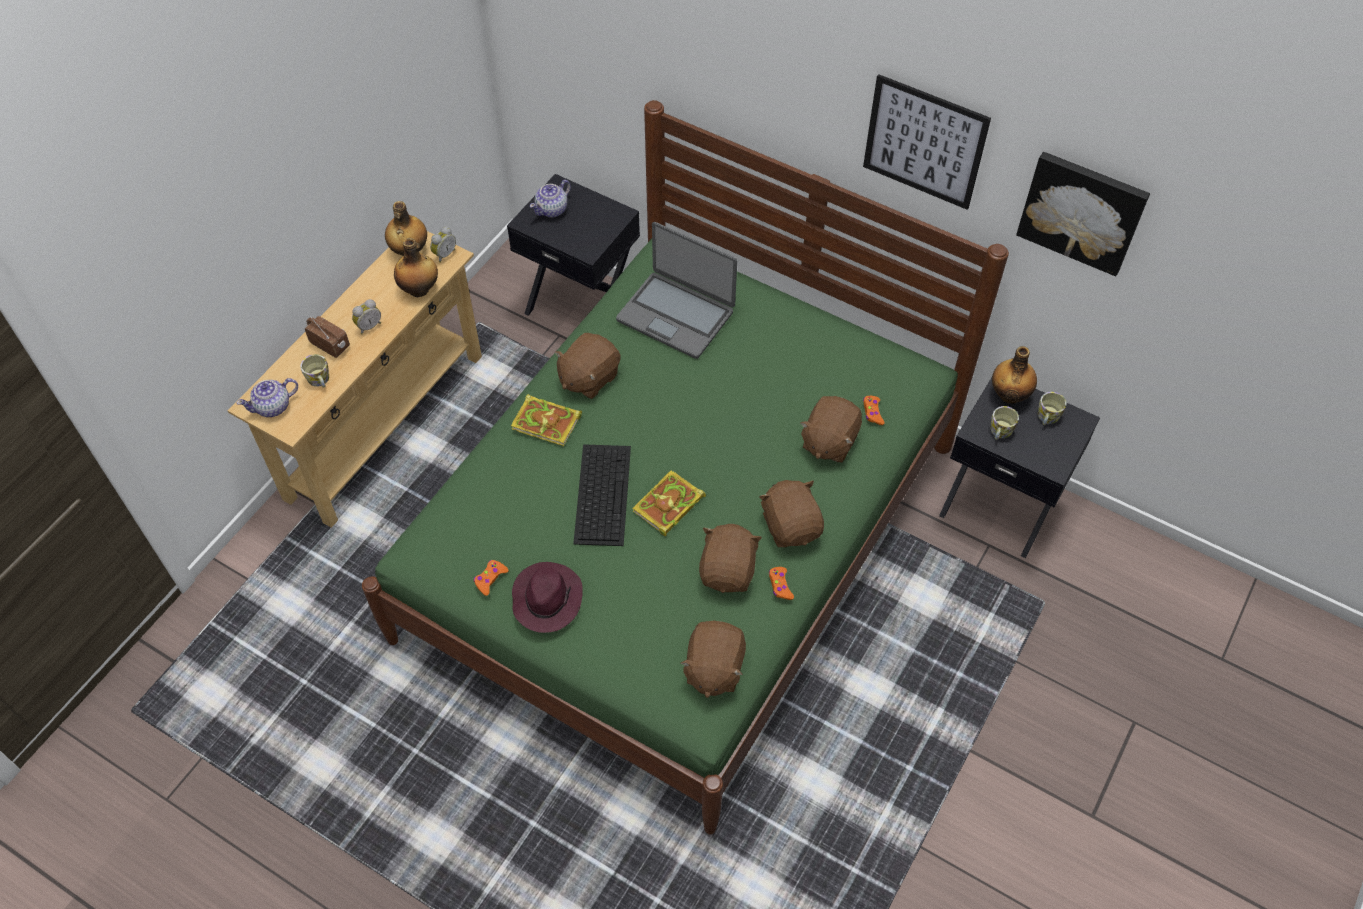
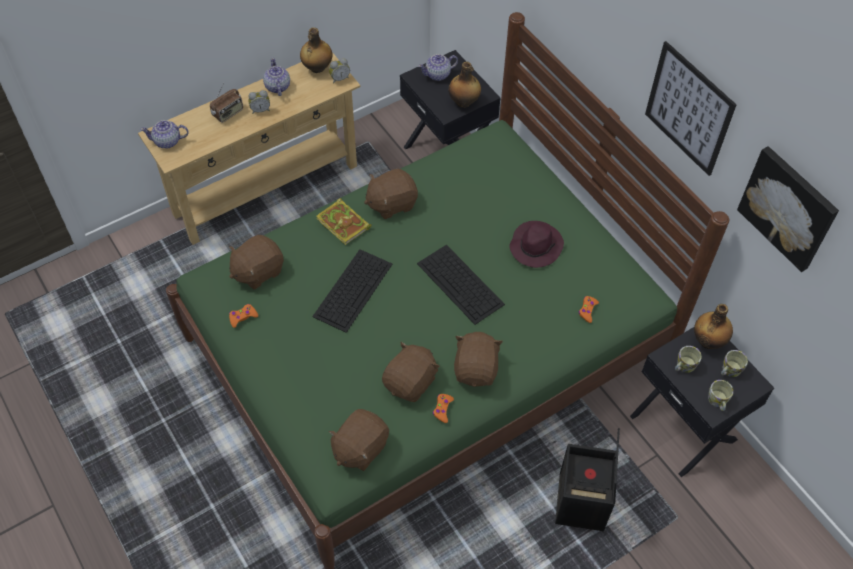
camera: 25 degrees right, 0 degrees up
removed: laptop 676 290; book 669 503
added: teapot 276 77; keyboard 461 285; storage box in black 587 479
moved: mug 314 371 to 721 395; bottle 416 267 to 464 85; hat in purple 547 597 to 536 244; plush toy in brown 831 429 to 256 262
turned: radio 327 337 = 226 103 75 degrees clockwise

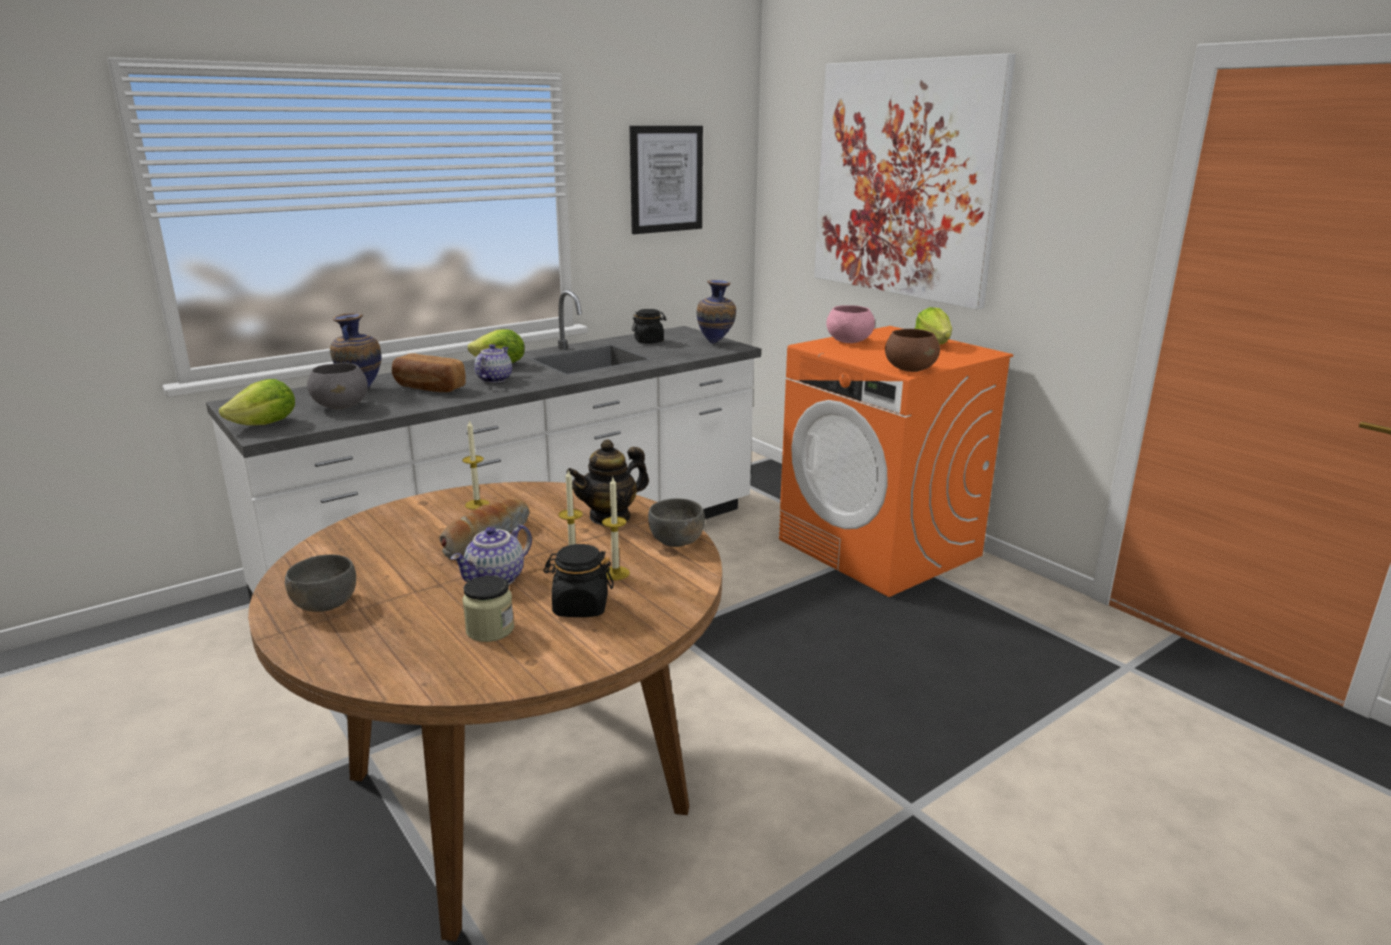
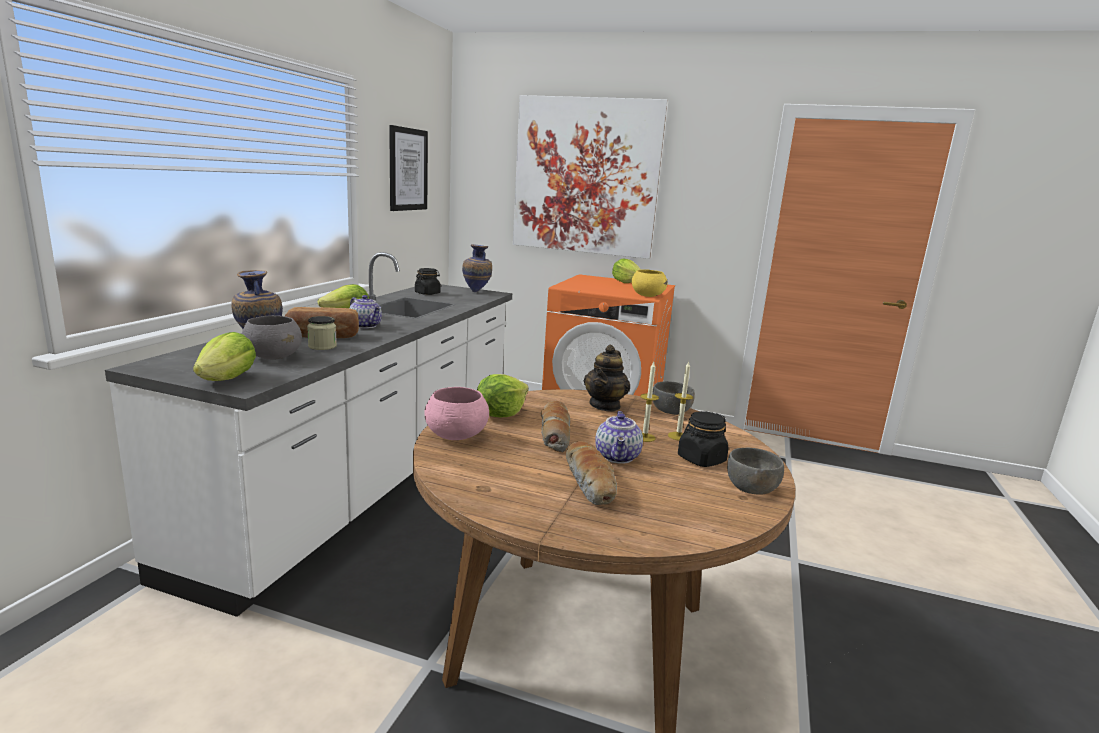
camera: 35 degrees left, 5 degrees down
added: bread 591 473
moved: bowl in grey 320 583 to 755 471; jar 488 609 to 322 333; bowl in pink 850 324 to 456 413
replaced: candle 476 465 to lettuce 503 395
recoloured: bowl in brown 912 350 to bowl in yellow 649 283
turned: teapot 493 363 = 366 312 150 degrees clockwise

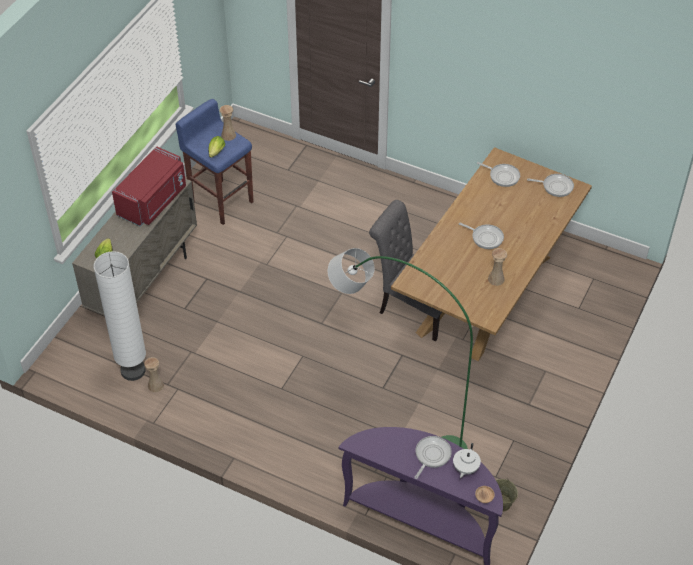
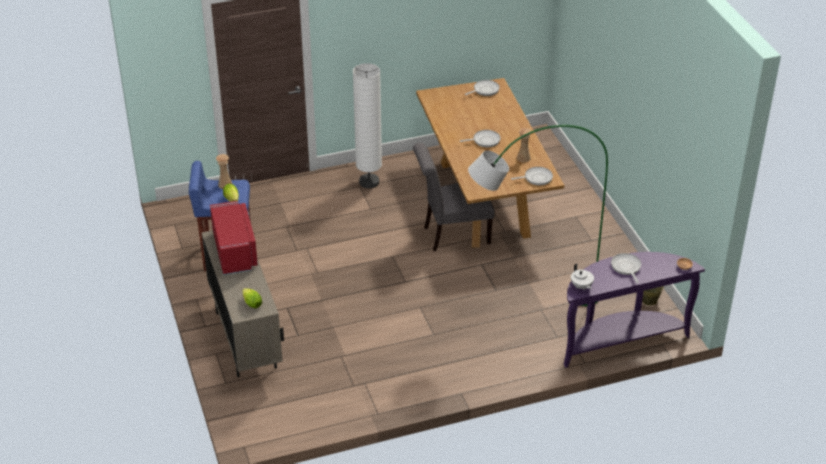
camera: 45 degrees left, 10 degrees down
removed: vase in beige 154 374
moved: floor lamp in white 120 316 to 367 125; teapot in white 467 460 to 582 277; frying pan 498 174 to 532 176

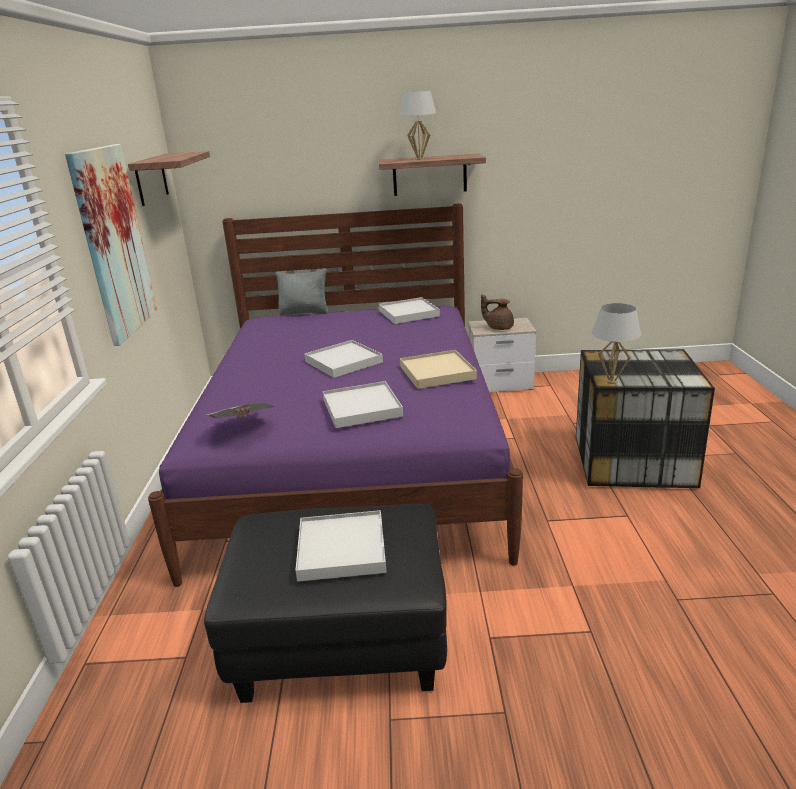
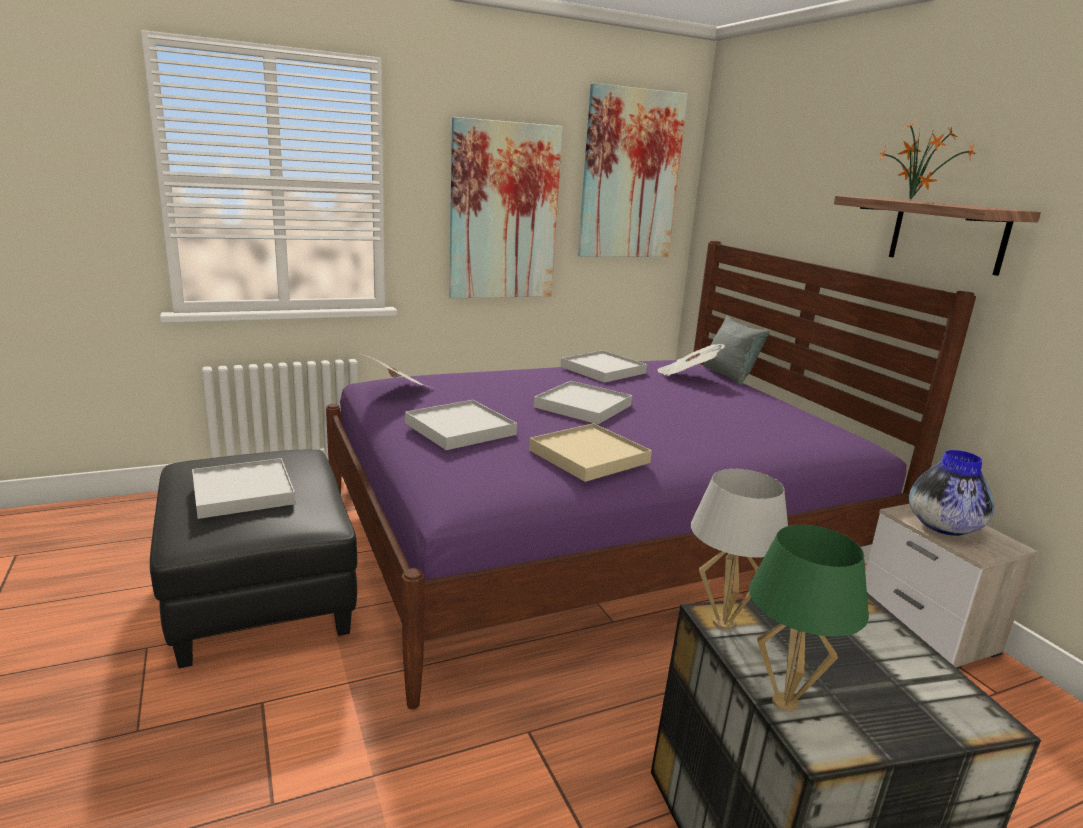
camera: 65 degrees right, 5 degrees down
added: newspaper 691 360; table lamp in green 809 618
moved: tray in white 409 310 to 603 366
replaced: shelf 169 178 to picture 633 170; table lamp in white 418 125 to potted plant 926 160; teapot in brown 497 312 to vase 951 493

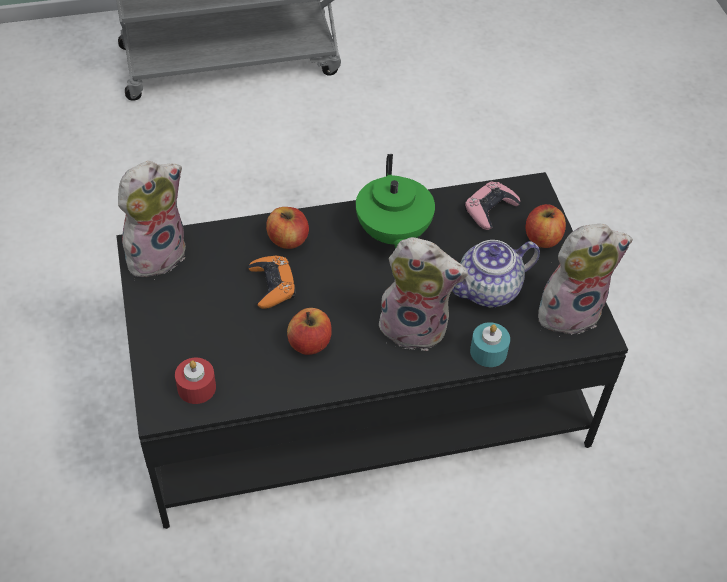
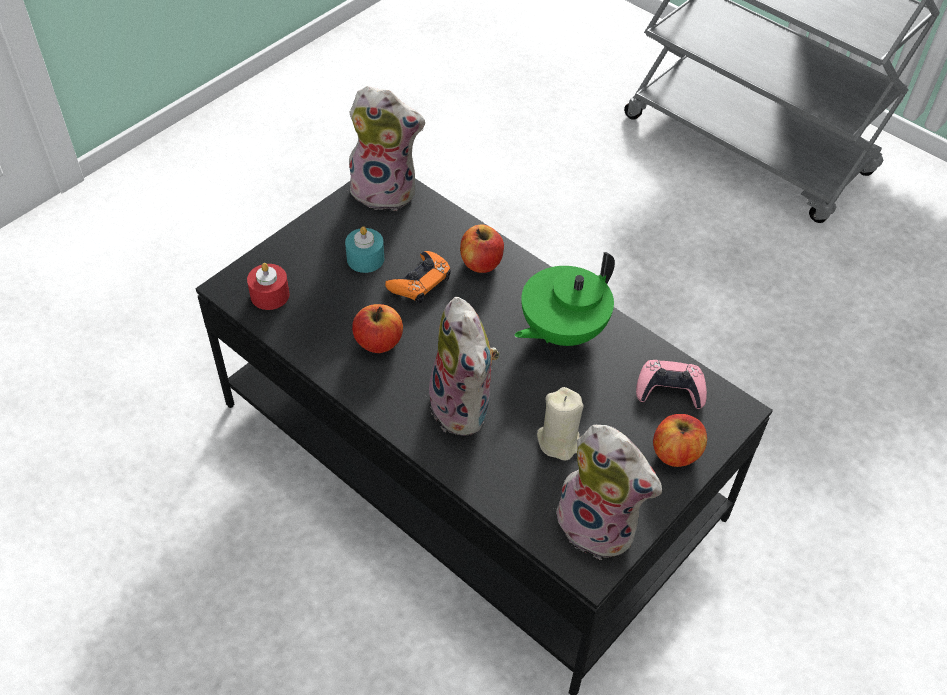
camera: 55 degrees right, 0 degrees up
moved: candle in turquoise 490 344 to 364 249
replaced: teapot 496 274 to candle in beige 560 423

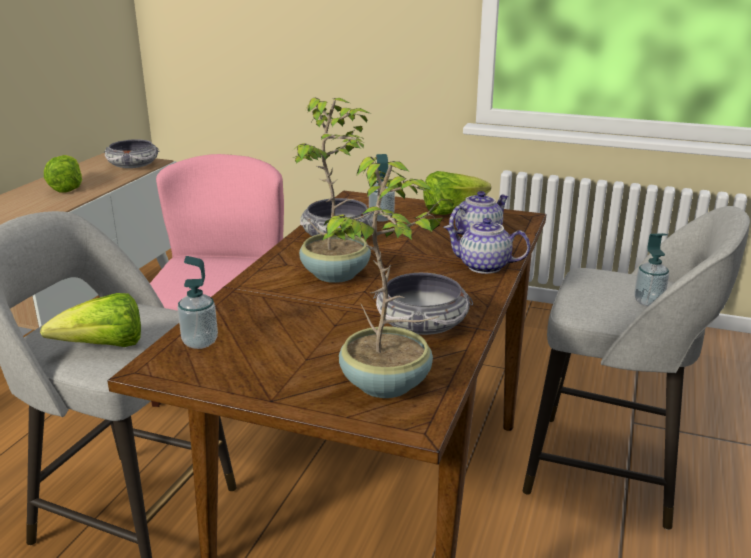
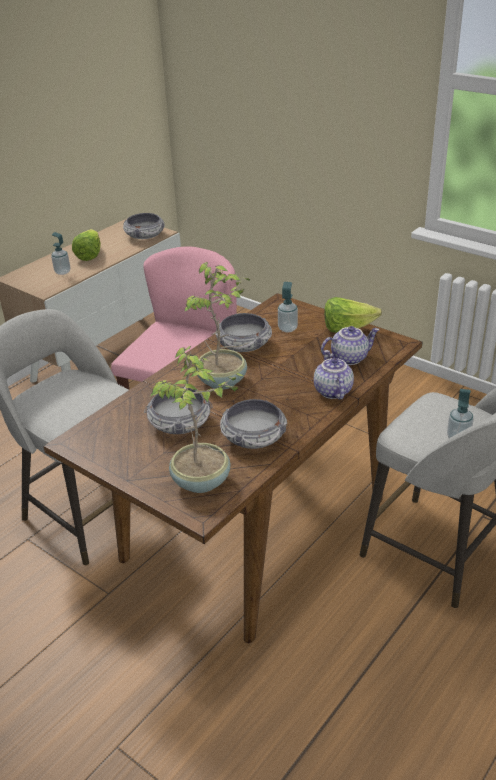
camera: 20 degrees right, 10 degrees up
removed: lettuce 90 320
added: bowl 178 410
moved: soap dispenser 198 302 to 60 253
turned: teapot 487 246 = 334 375 45 degrees clockwise

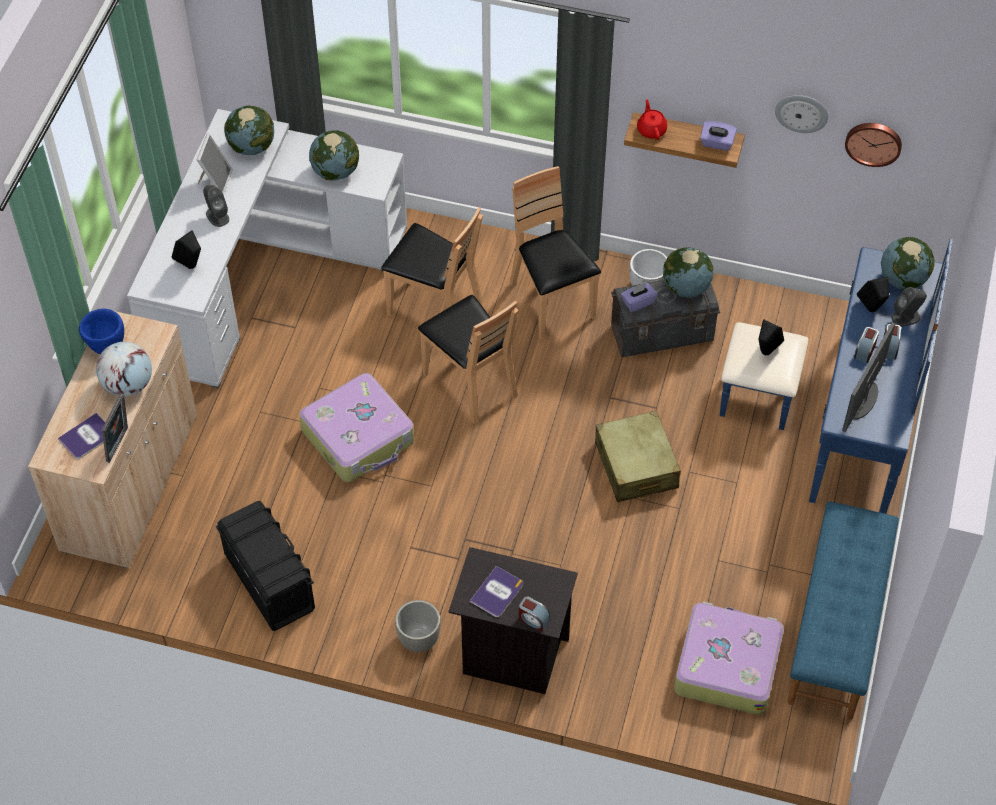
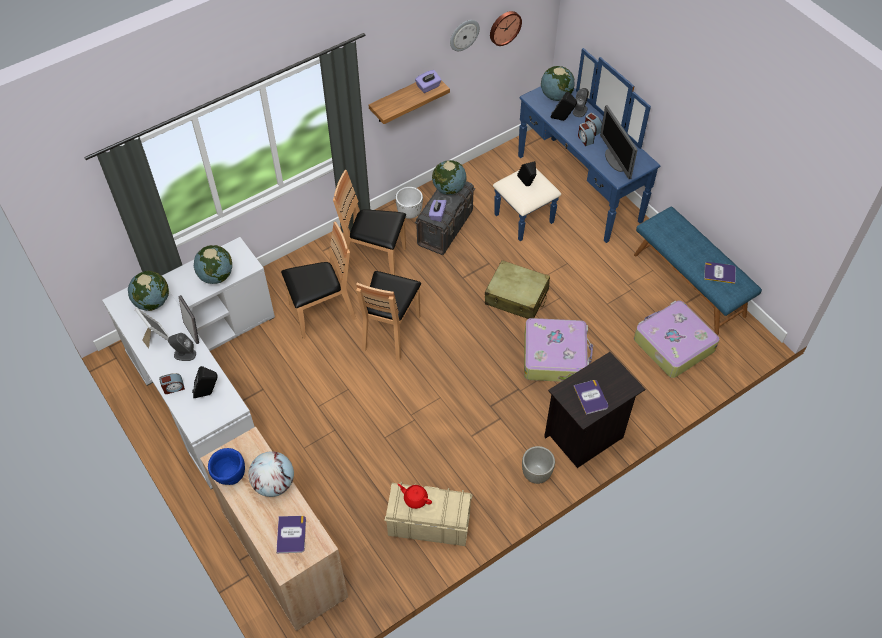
camera: 50 degrees left, 0 degrees up
added: book 720 273
moved: picture frame 115 428 to 188 319; suitcase 356 427 to 558 350; alarm clock 534 614 to 172 383; teapot in red 652 119 to 414 496
recoloured: storage box in black 265 566 to storage box in beige 429 514
turned: chair in brown 468 359 = 388 315 105 degrees clockwise

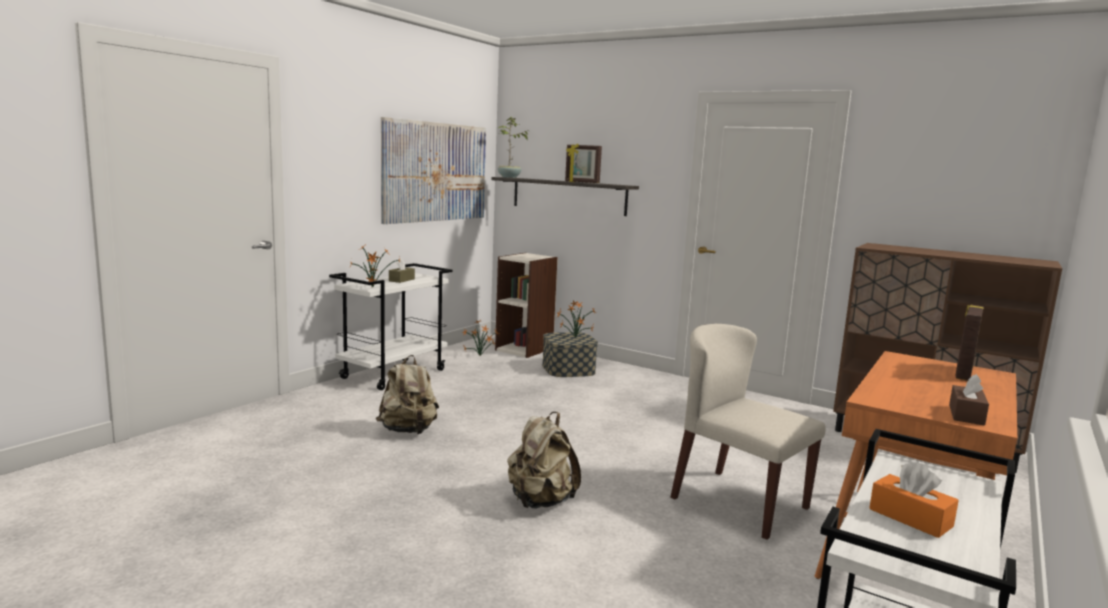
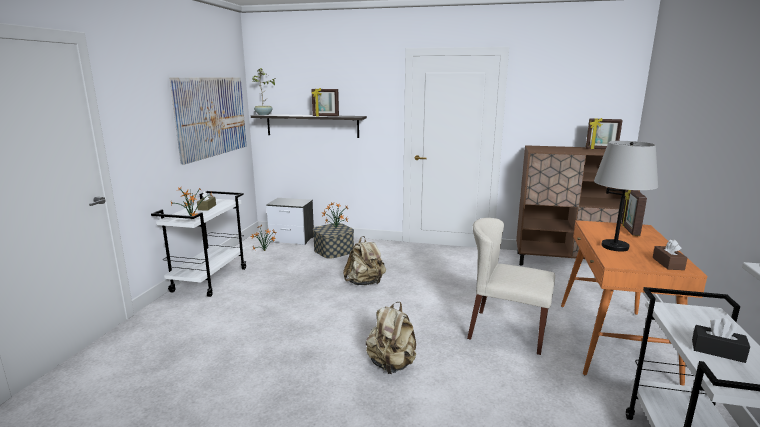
camera: 20 degrees left, 5 degrees up
added: picture frame 604 133; table lamp in grey 626 196
moved: backpack in beige 407 394 to 364 260
replaced: bookcase 526 305 to nightstand 290 221
recoloured: tissue box in orange 914 500 to tissue box in black 721 340

